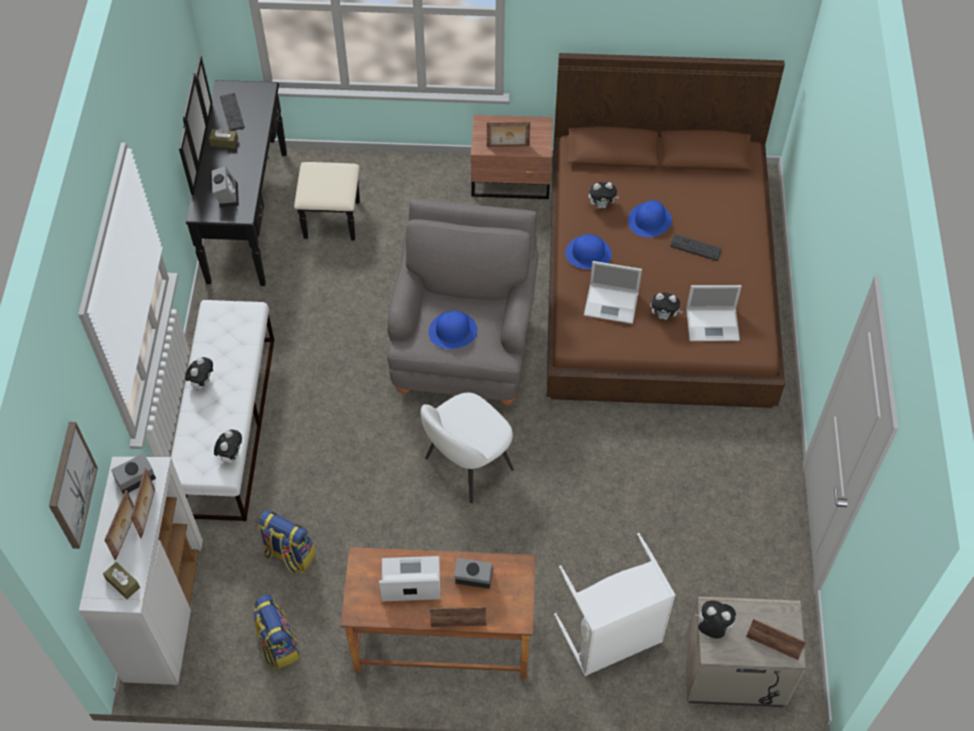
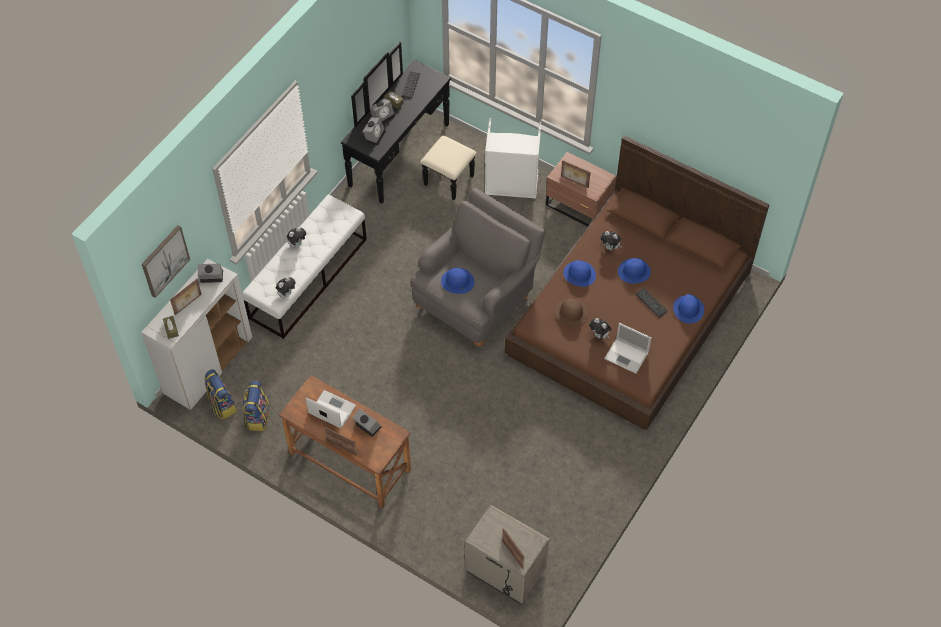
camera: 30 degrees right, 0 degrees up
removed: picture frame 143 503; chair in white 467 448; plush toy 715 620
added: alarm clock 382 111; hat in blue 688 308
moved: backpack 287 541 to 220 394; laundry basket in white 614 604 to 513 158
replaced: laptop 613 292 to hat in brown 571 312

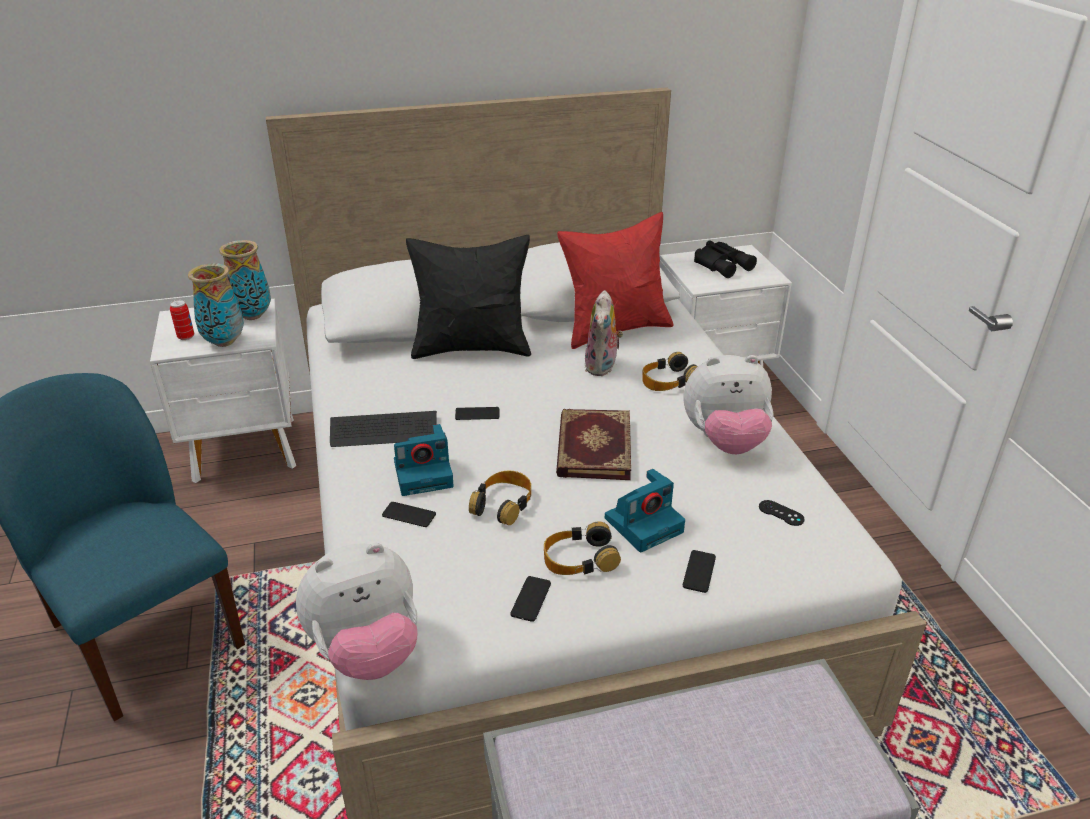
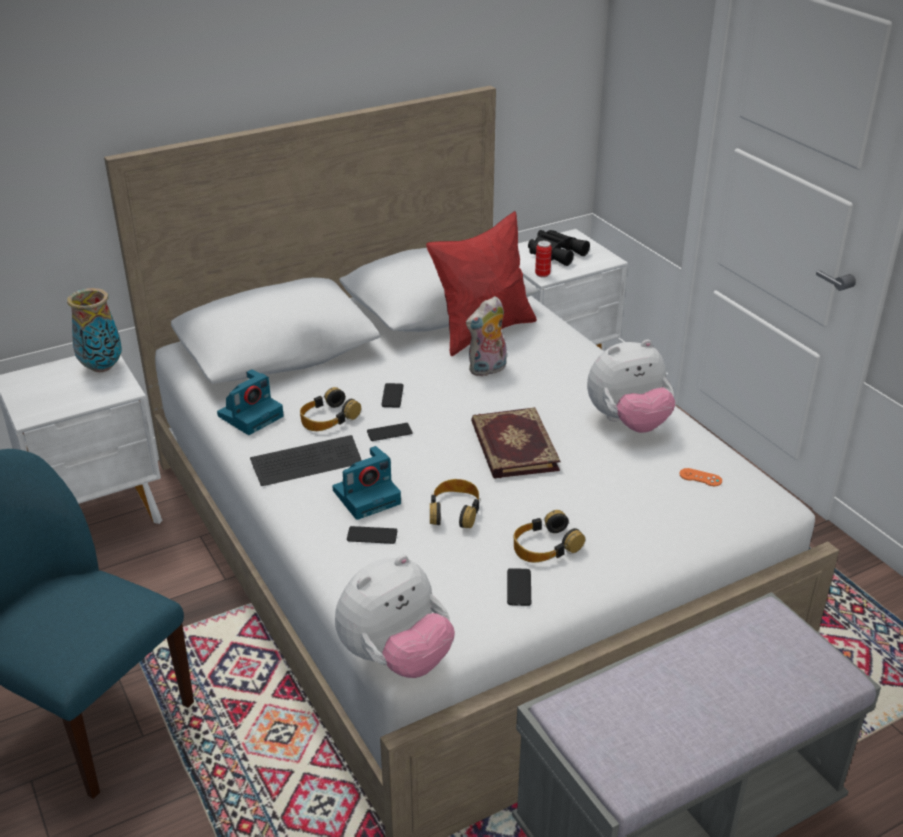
camera: 15 degrees left, 0 degrees up
removed: vase 216 305; pillow in black 468 297
moved: can 182 320 to 543 259; photo camera 645 510 to 250 402; headphones 670 371 to 330 409; phone 699 571 to 392 395
recoloured: game controller in black 782 513 to game controller in orange 700 477
turned: plush toy 604 333 = 486 336 60 degrees clockwise

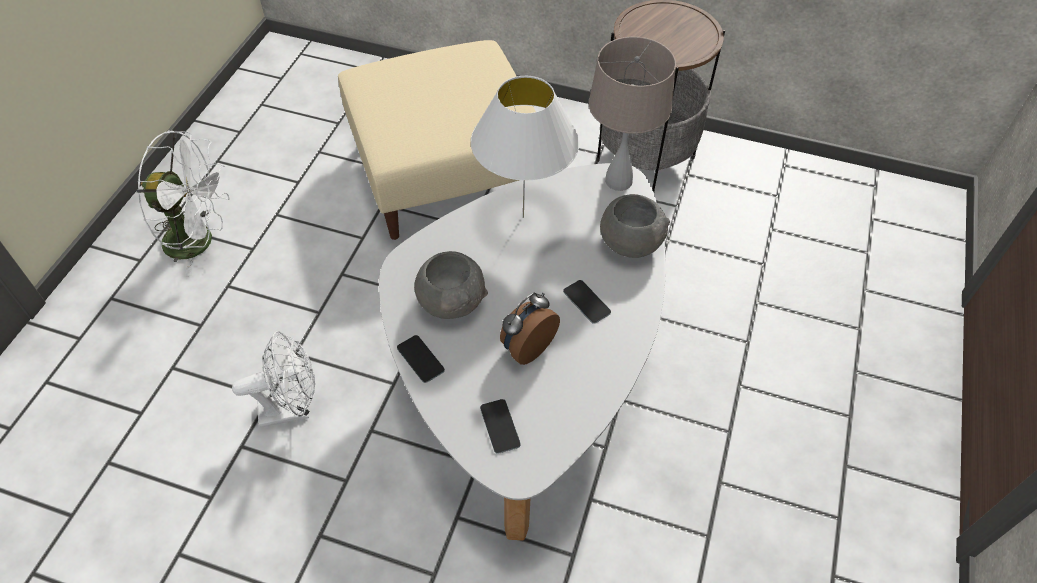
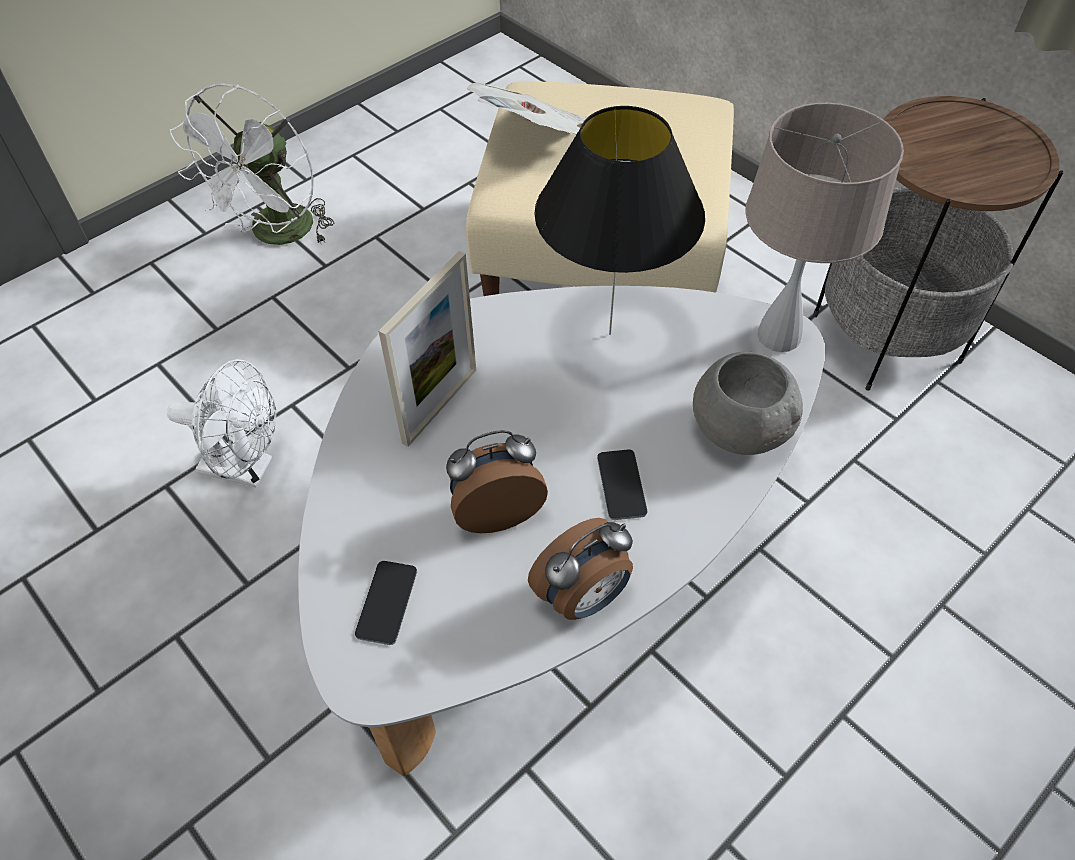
camera: 30 degrees right, 0 degrees up
removed: phone 421 359
added: newspaper 527 109; alarm clock 580 569
replaced: bowl in grey 451 285 to picture frame 427 349
recoloured: table lamp in white 525 147 to table lamp in black 619 220
turned: fan in white 183 203 = 252 164 75 degrees clockwise

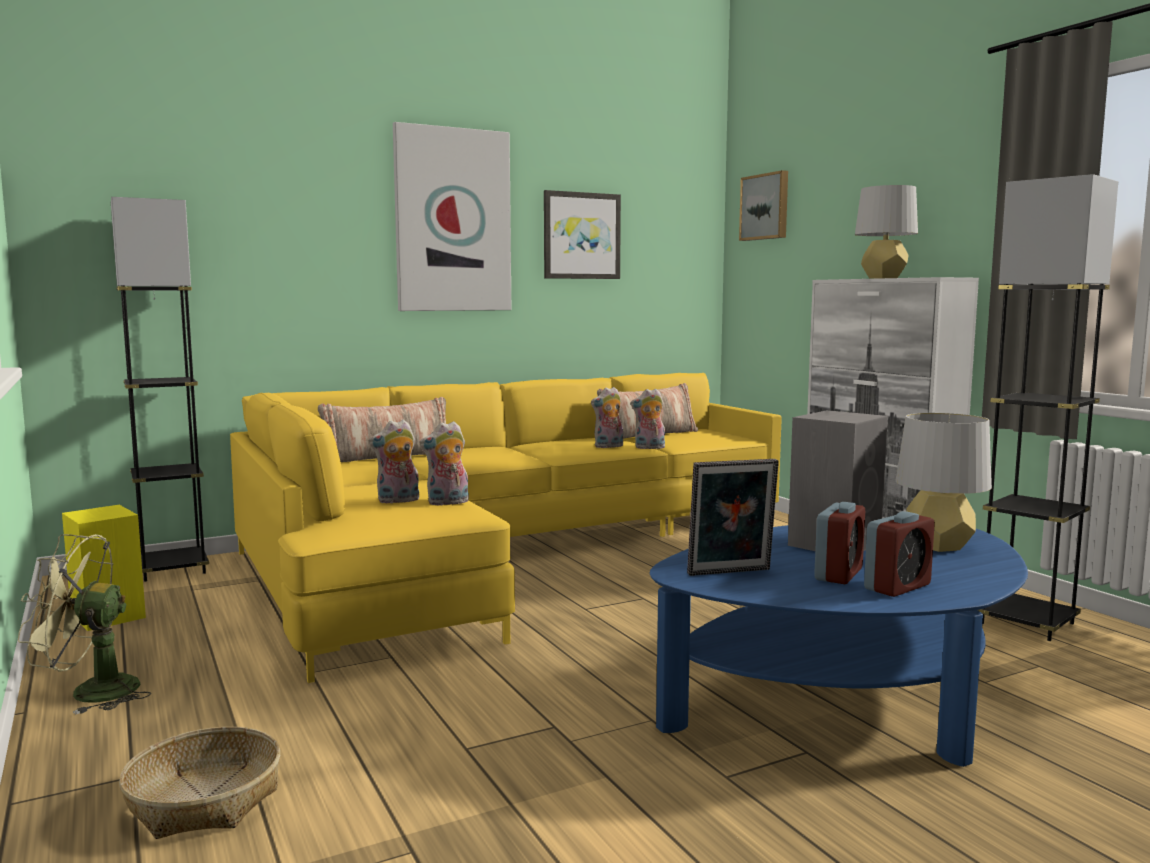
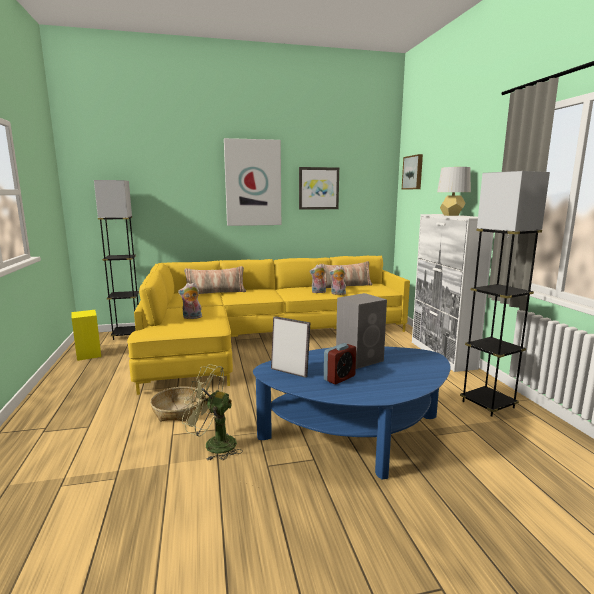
camera: 15 degrees right, 5 degrees up
removed: plush toy 444 463; alarm clock 899 554; table lamp in grey 943 482
moved: fan in green 84 624 to 212 412; basket 199 783 to 176 404
turned: picture frame 733 517 = 290 347 150 degrees counterclockwise

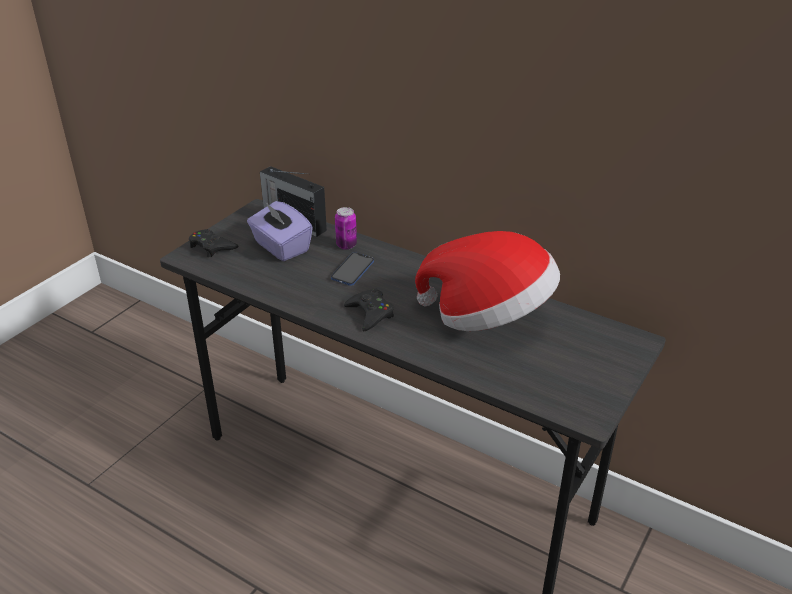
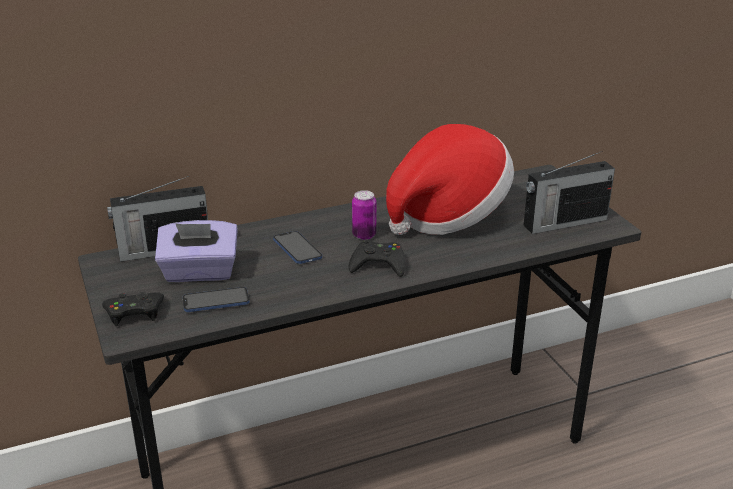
camera: 55 degrees left, 5 degrees down
added: phone 216 299; radio 569 192
moved: can 346 228 to 364 215

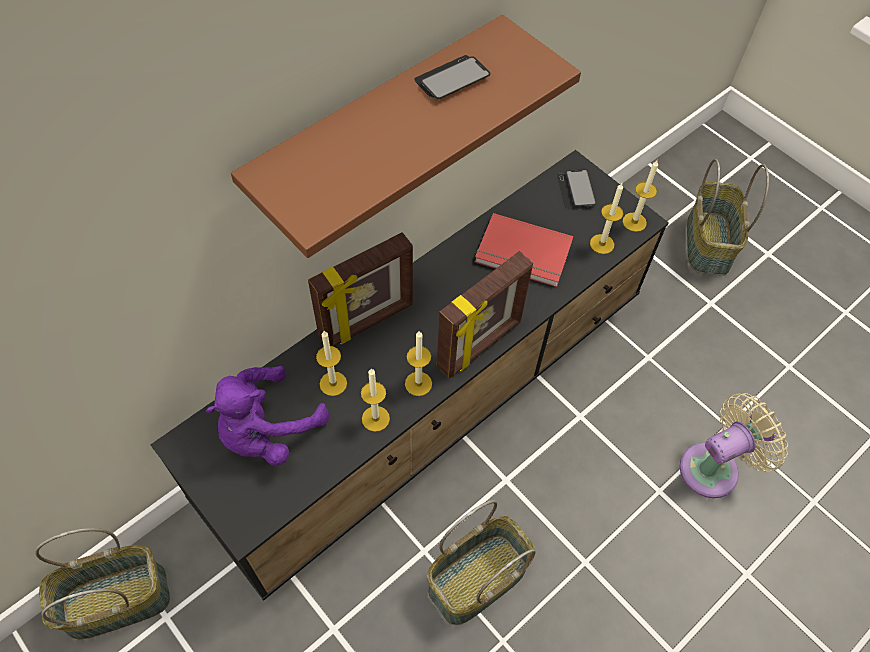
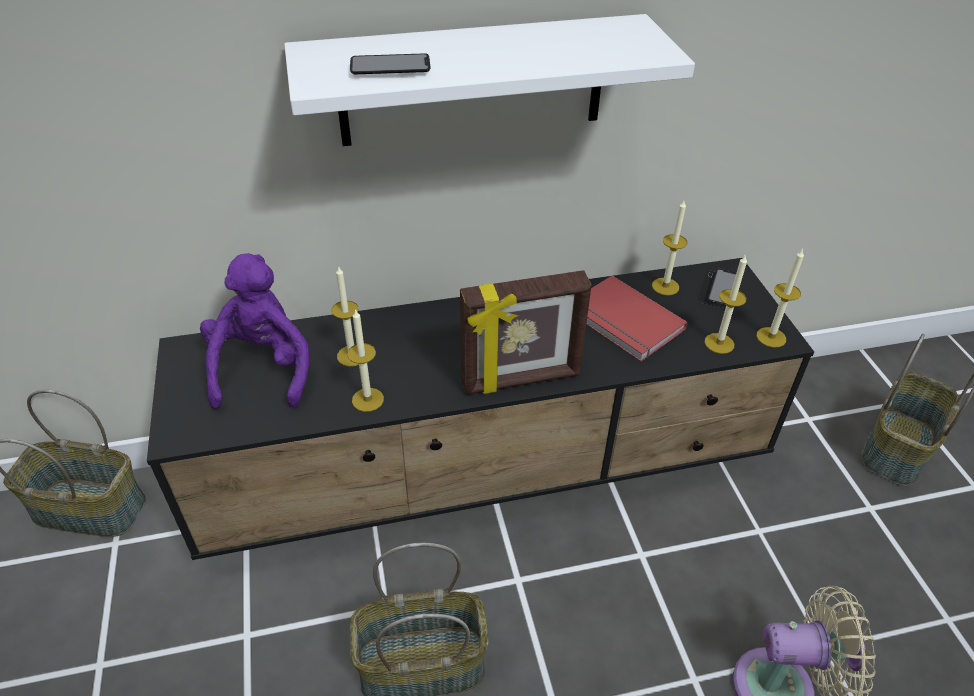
camera: 30 degrees right, 15 degrees down
removed: picture frame 360 289
moved: candle 418 363 to 669 247; phone 453 77 to 390 63
recoloured: shelf in brown 406 136 to shelf in white 489 80
turned: plush toy in purple 267 416 = 254 331 105 degrees clockwise

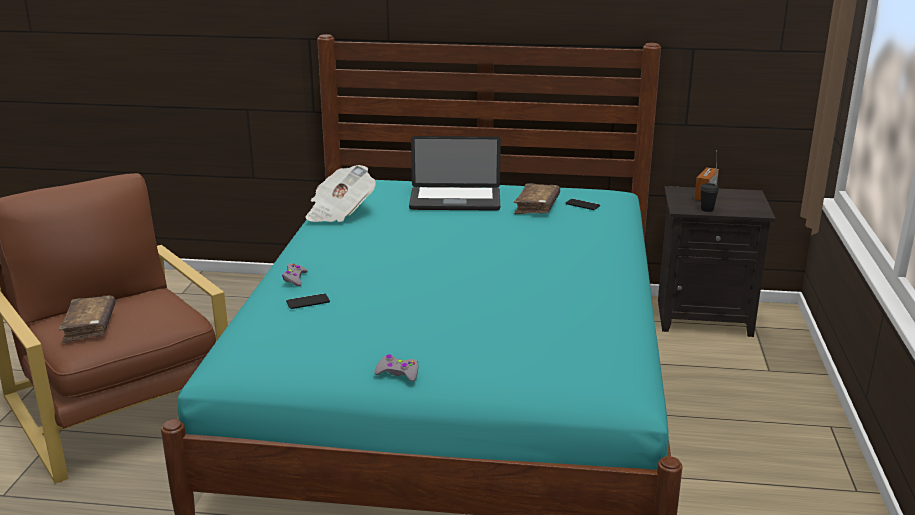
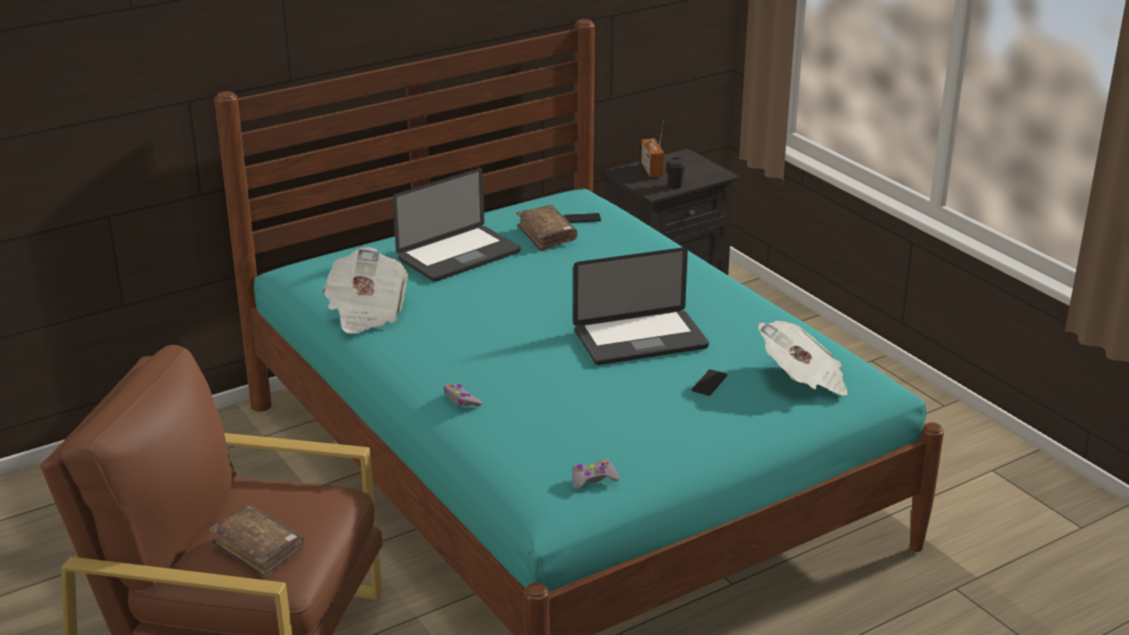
camera: 40 degrees left, 5 degrees up
added: laptop 641 306; newspaper 803 358
moved: phone 308 301 to 709 382; game controller in grey 396 368 to 595 474

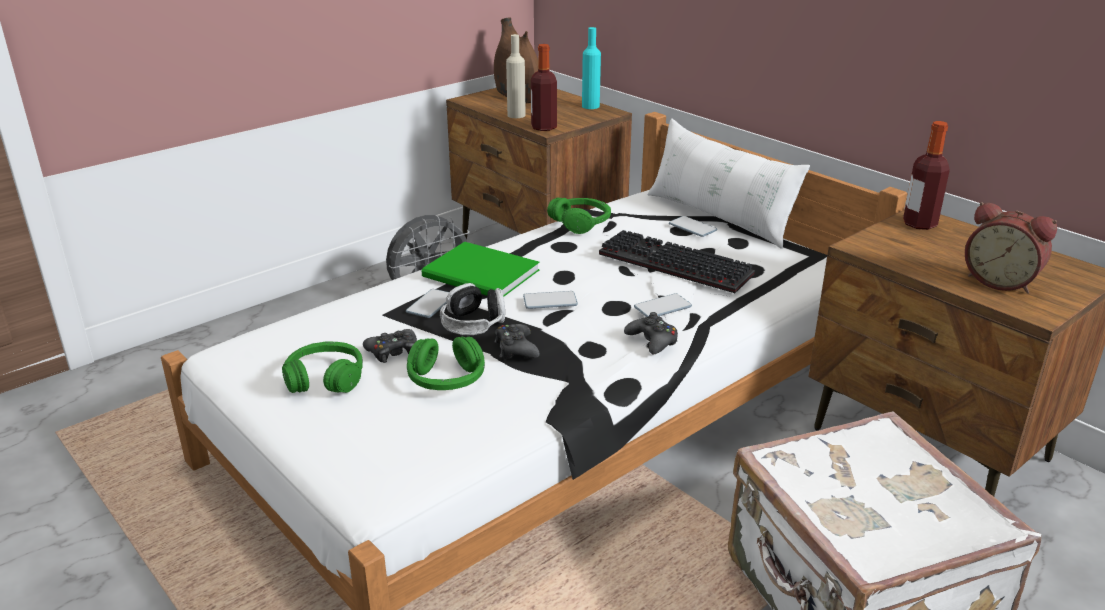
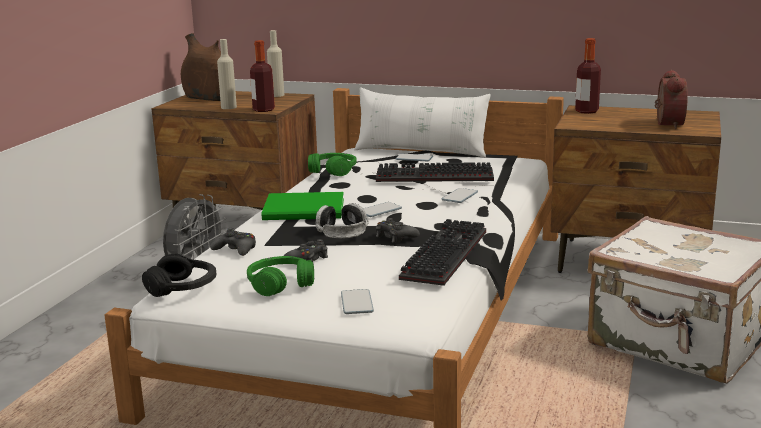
camera: 30 degrees left, 10 degrees down
removed: headphones in green 446 363
added: headphones in black 179 275; keyboard 442 252
moved: phone 427 303 to 357 301; game controller in black 651 333 to 233 242
recoloured: bottle in turquoise 591 68 to bottle in beige 275 63
turned: alarm clock 1011 248 = 671 99 90 degrees counterclockwise

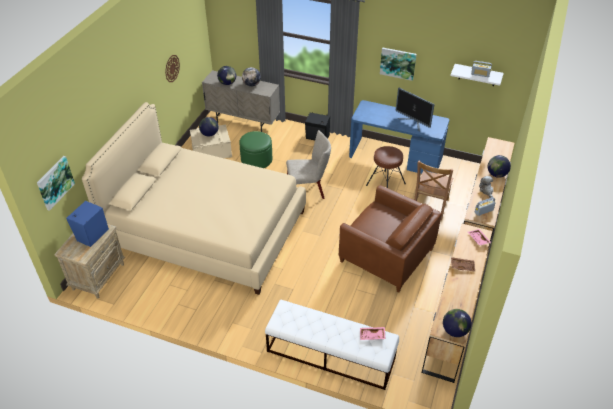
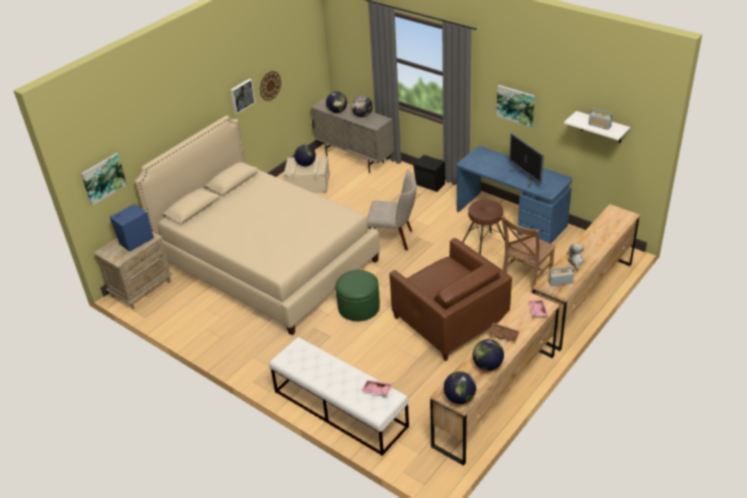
camera: 20 degrees right, 5 degrees down
added: picture 243 96
moved: ottoman in green 255 149 to 357 295; globe 499 166 to 488 355

